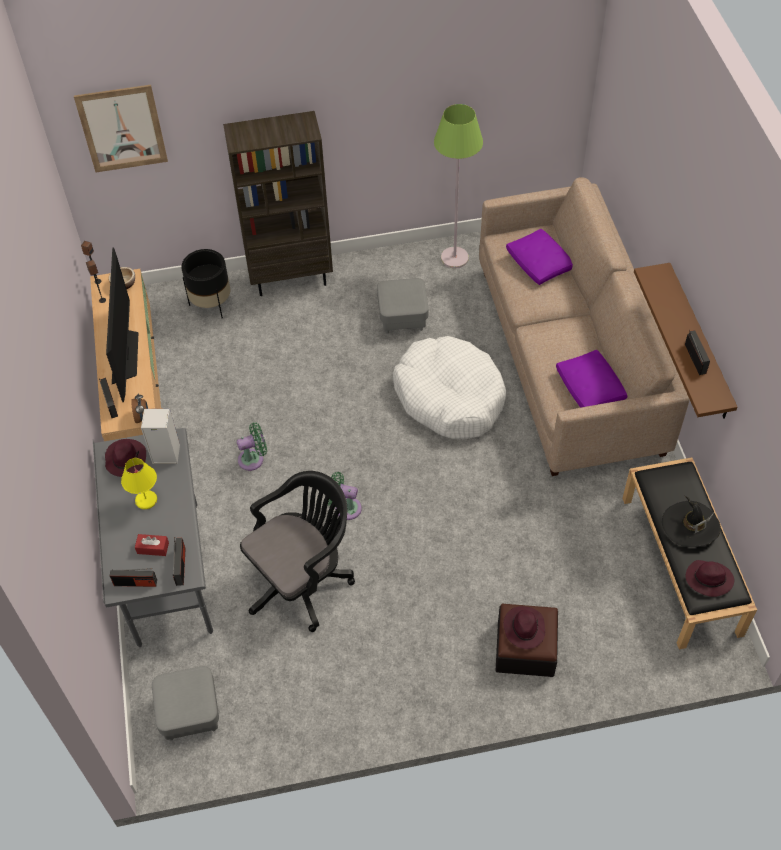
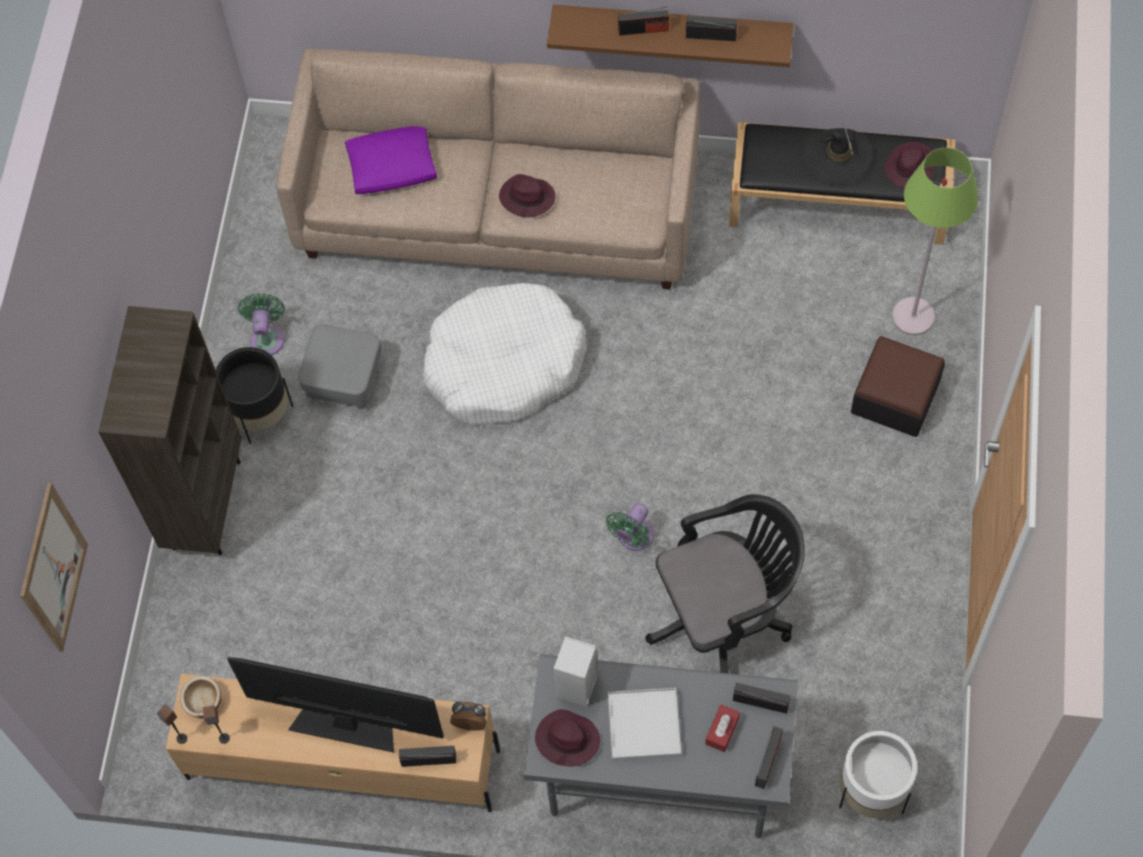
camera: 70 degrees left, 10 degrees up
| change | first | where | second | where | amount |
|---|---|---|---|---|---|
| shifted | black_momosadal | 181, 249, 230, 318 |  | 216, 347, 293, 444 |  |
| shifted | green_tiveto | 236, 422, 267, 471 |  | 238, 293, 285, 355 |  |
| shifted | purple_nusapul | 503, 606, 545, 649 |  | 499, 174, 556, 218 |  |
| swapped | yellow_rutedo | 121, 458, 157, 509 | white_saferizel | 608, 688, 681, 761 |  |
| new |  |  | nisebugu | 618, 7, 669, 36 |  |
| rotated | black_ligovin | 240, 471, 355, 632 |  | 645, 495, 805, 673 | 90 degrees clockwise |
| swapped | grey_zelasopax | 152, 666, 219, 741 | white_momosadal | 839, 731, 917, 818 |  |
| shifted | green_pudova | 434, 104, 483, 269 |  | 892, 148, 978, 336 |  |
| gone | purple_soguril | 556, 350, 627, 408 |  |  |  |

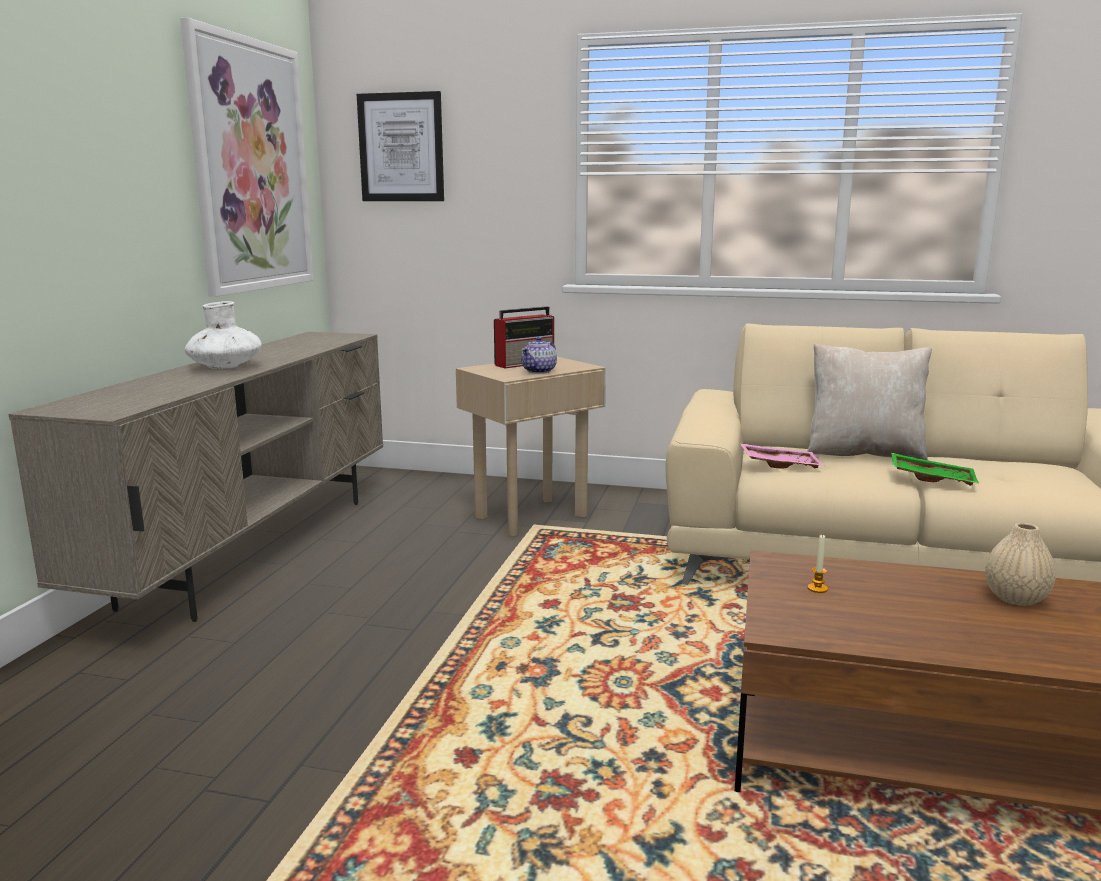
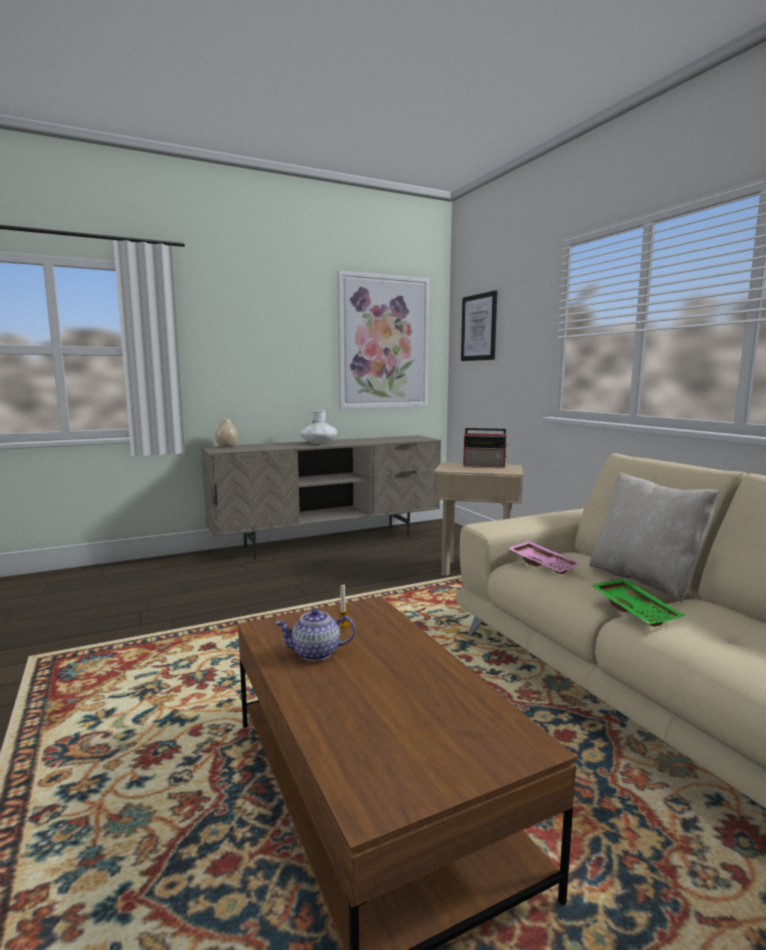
camera: 50 degrees right, 5 degrees down
| change | first | where | second | where | amount |
|---|---|---|---|---|---|
| shifted | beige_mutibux | 985, 523, 1056, 606 |  | 215, 419, 238, 447 |  |
| shifted | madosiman | 521, 337, 557, 374 |  | 275, 609, 355, 661 |  |

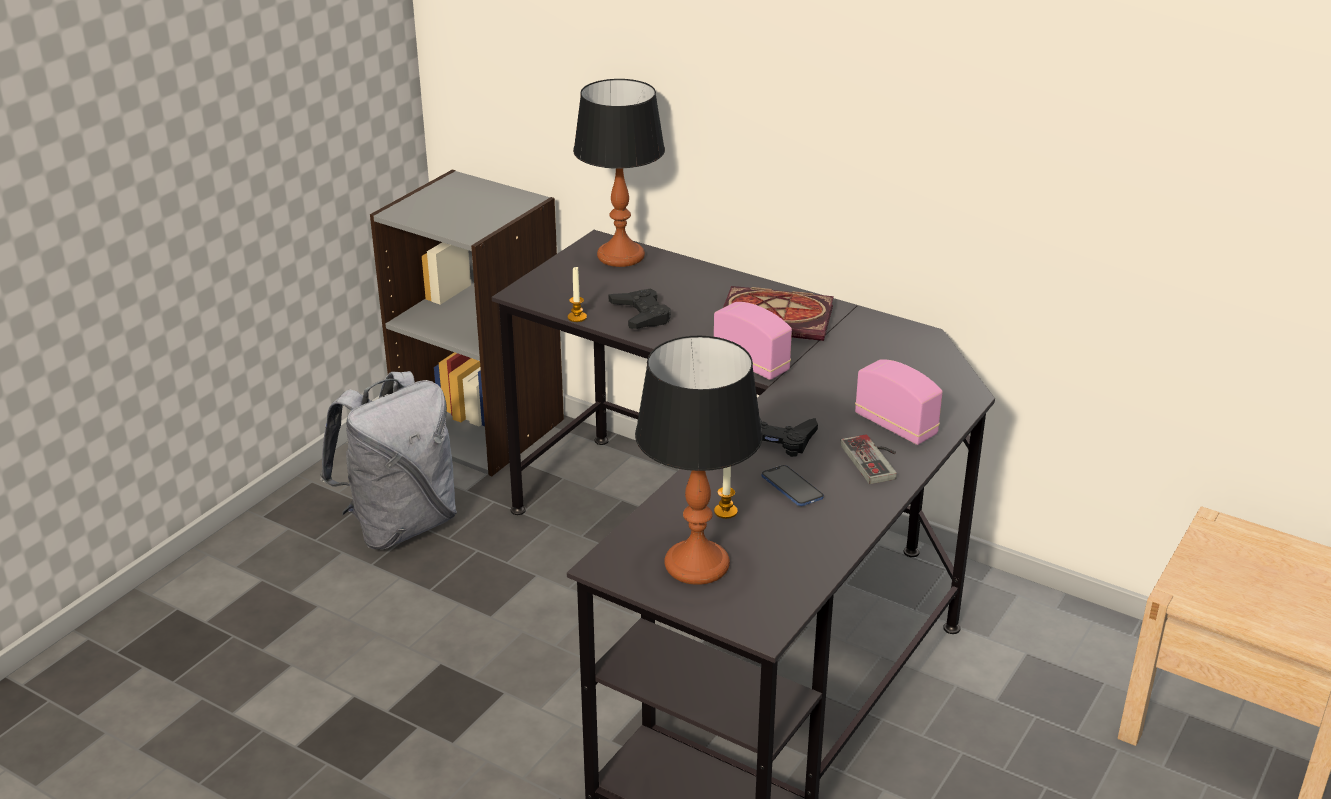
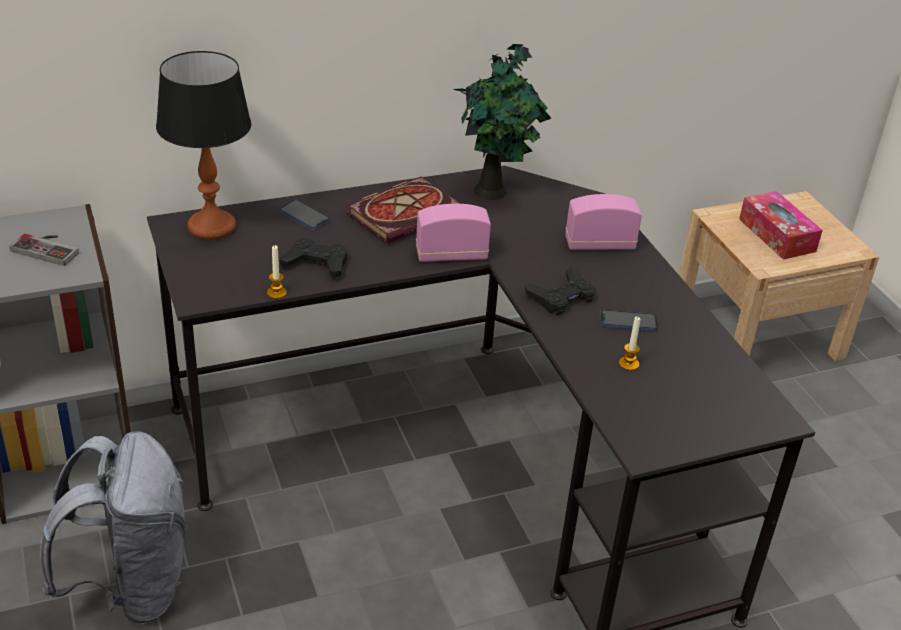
camera: 55 degrees left, 5 degrees up
| change | first | where | second | where | amount |
|---|---|---|---|---|---|
| shifted | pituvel | 840, 434, 897, 484 |  | 10, 234, 79, 266 |  |
| new |  |  | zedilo | 279, 199, 330, 230 |  |
| new |  |  | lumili | 453, 44, 551, 200 |  |
| new |  |  | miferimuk | 739, 191, 823, 259 |  |
| gone | rutedo | 635, 336, 763, 585 |  |  |  |

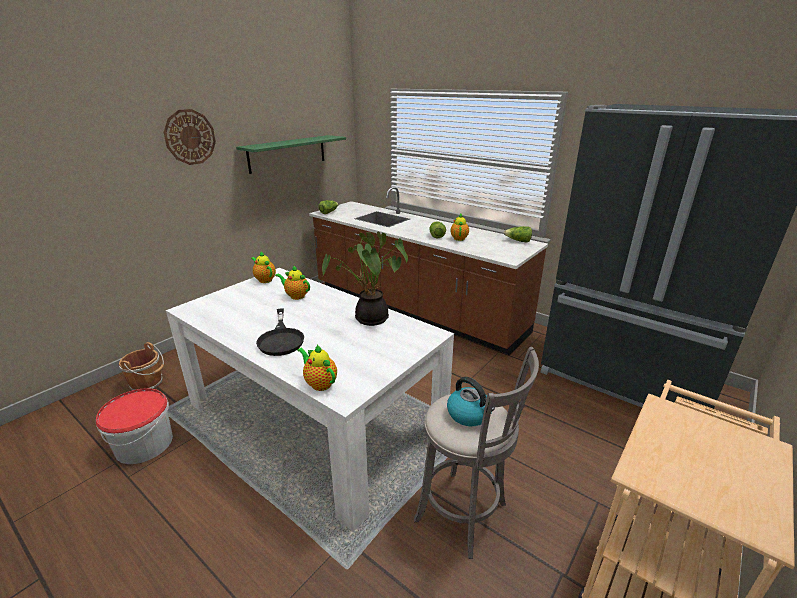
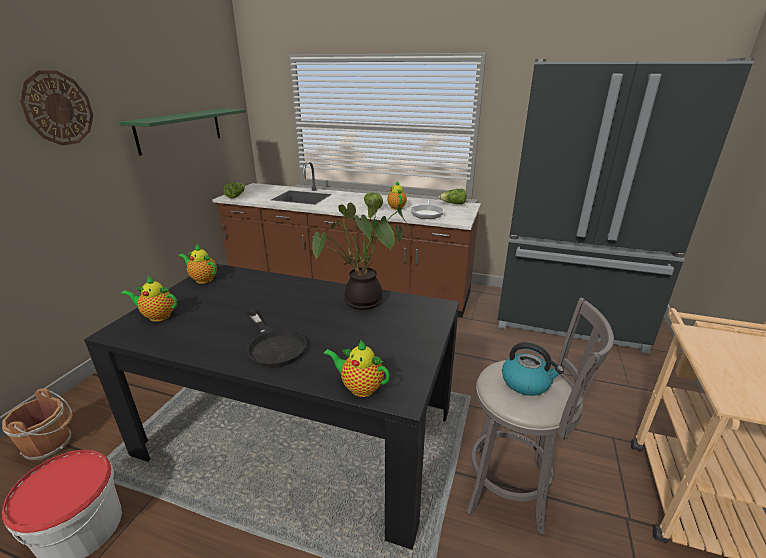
camera: 20 degrees left, 0 degrees up
| change | first | where | second | where | amount |
|---|---|---|---|---|---|
| repainted | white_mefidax | 166, 268, 454, 532 | black_mefidax | 84, 264, 459, 550 |  |
| shifted | madosiman | 275, 265, 310, 300 |  | 121, 276, 177, 322 |  |
| new |  |  | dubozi | 411, 200, 444, 219 |  |

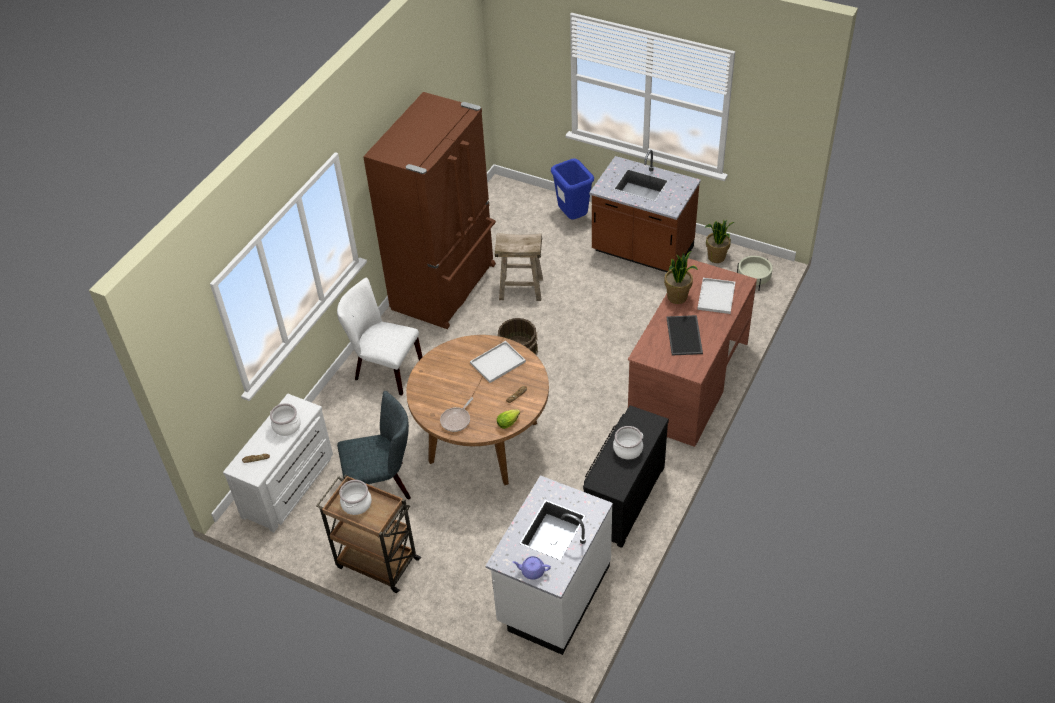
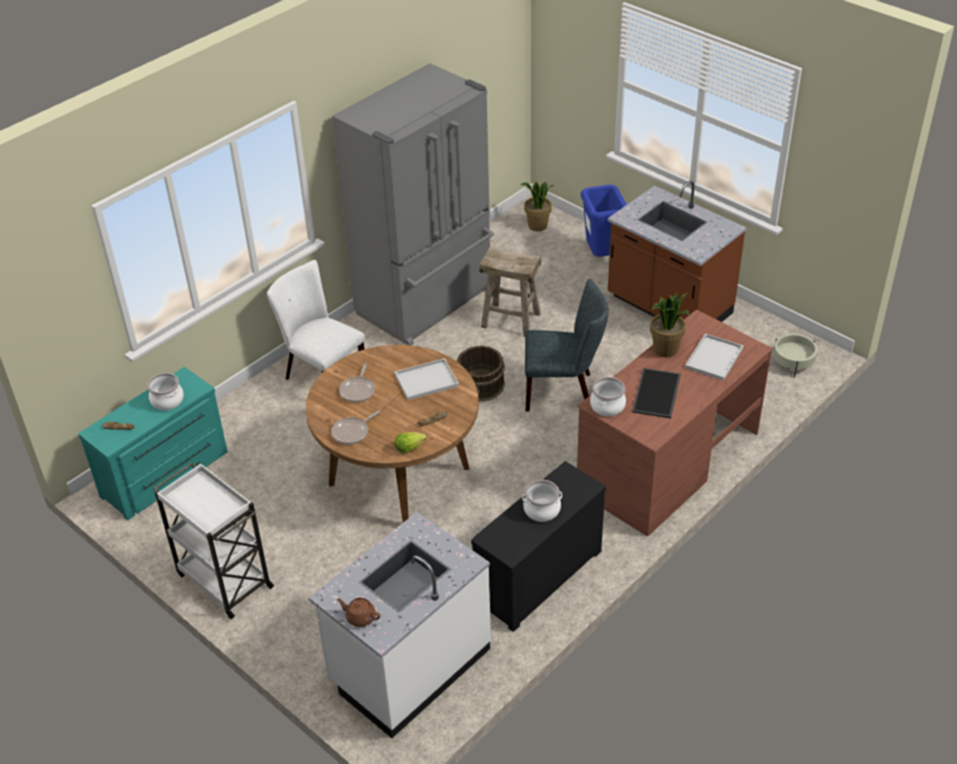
camera: 15 degrees right, 5 degrees down
| change | first | where | second | where | amount |
|---|---|---|---|---|---|
| repainted | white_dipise | 223, 394, 333, 532 | turquoise_dipise | 78, 367, 228, 521 |  |
| repainted | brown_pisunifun | 316, 475, 422, 593 | white_pisunifun | 153, 462, 274, 619 |  |
| repainted | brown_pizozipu | 363, 92, 496, 329 | grey_pizozipu | 332, 63, 494, 345 |  |
| repainted | purple_madosiman | 513, 556, 551, 580 | brown_madosiman | 337, 598, 380, 627 |  |
| new |  |  | dubozi | 339, 363, 375, 402 |  |
| shifted | lumili | 705, 220, 734, 263 |  | 521, 181, 554, 232 |  |
| shifted | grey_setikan | 337, 391, 411, 500 |  | 525, 279, 609, 412 |  |
| shifted | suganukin | 339, 480, 372, 515 |  | 590, 377, 626, 416 |  |

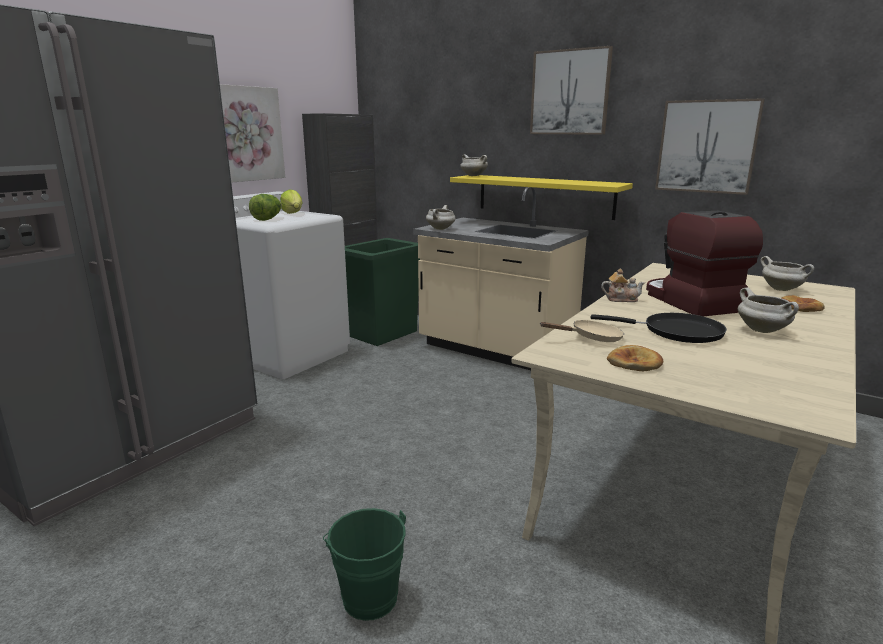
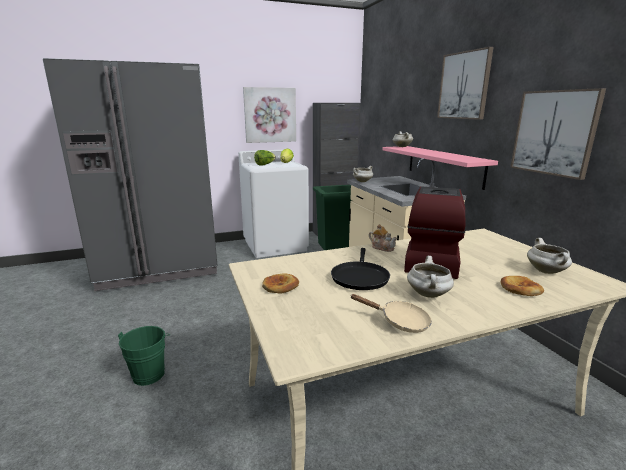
camera: 35 degrees right, 0 degrees up
| change | first | where | second | where | amount |
|---|---|---|---|---|---|
| rotated | black_dubozi | 590, 313, 727, 343 |  | 331, 248, 390, 290 | 45 degrees clockwise |
| shifted | beige_dubozi | 541, 320, 624, 342 |  | 350, 294, 432, 333 |  |
| repainted | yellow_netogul | 450, 175, 633, 220 | pink_netogul | 382, 146, 498, 190 |  |

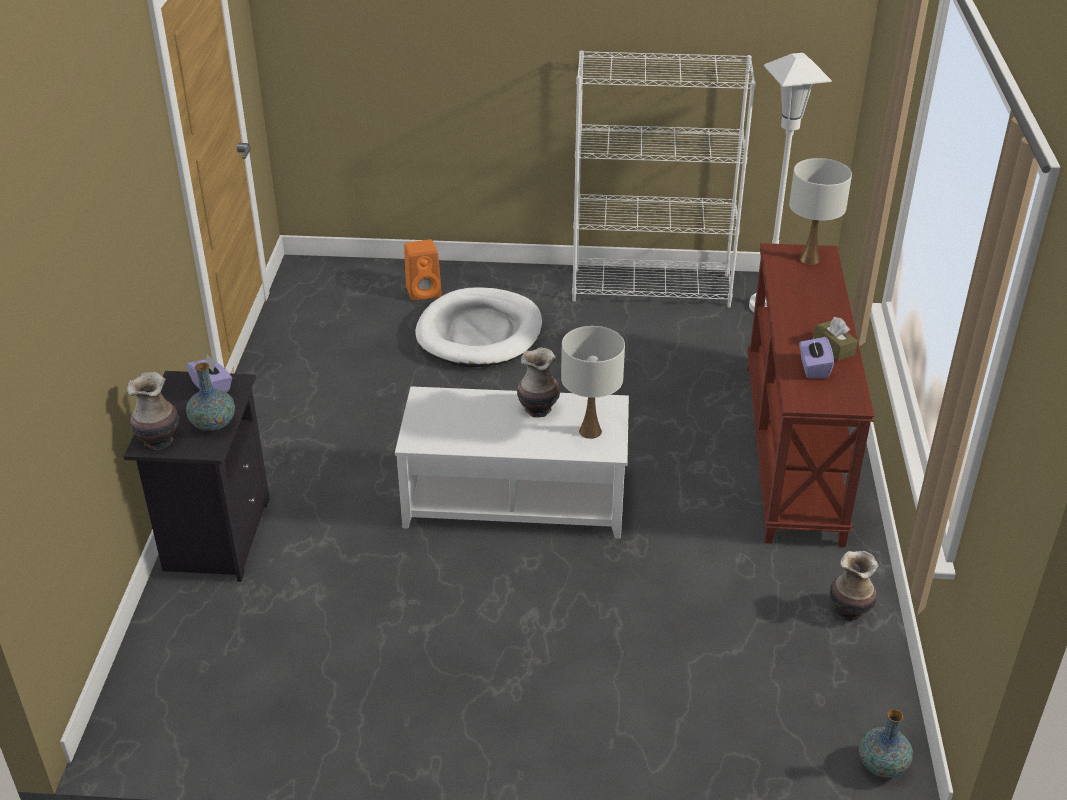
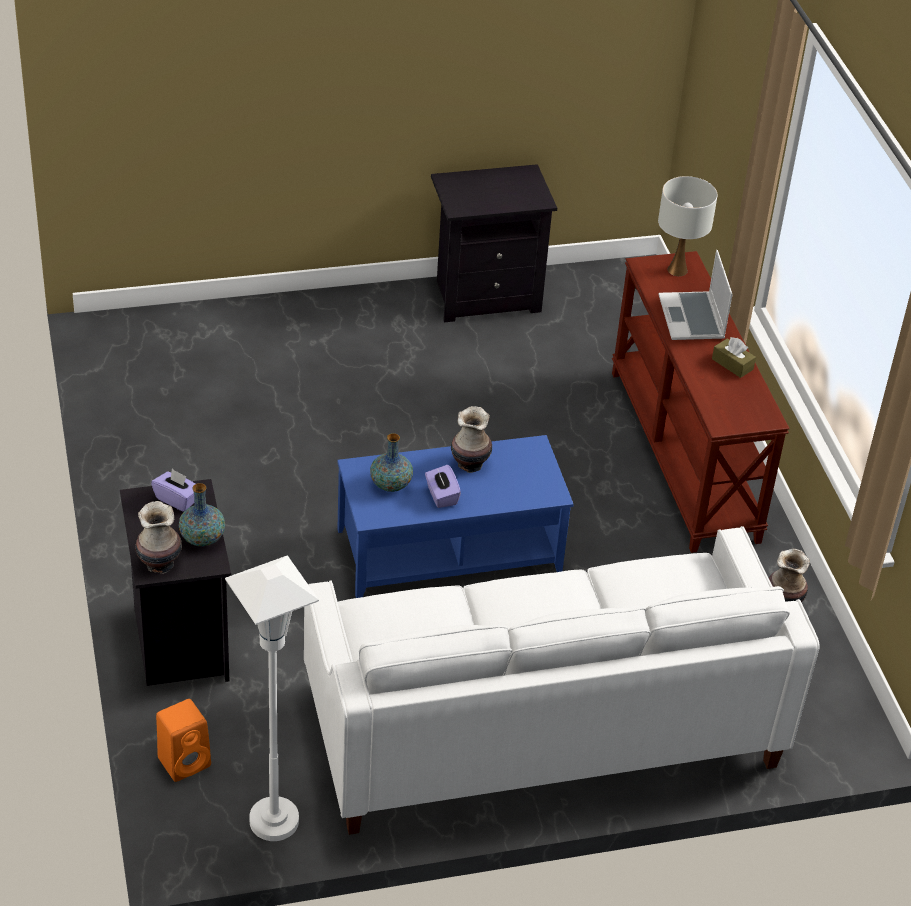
camera: 20 degrees left, 5 degrees up
| change | first | where | second | where | amount |
|---|---|---|---|---|---|
| shifted | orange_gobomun | 404, 239, 442, 301 |  | 156, 699, 211, 782 |  |
| shifted | white_pudova | 749, 53, 832, 312 |  | 225, 555, 319, 841 |  |
| new |  |  | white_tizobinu | 304, 526, 820, 835 |  |
| repainted | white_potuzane | 395, 386, 629, 539 | blue_potuzane | 337, 435, 574, 598 |  |
| shifted | mutibux | 859, 709, 913, 778 |  | 370, 433, 413, 492 |  |
| shifted | purple_miferimuk | 799, 337, 834, 378 |  | 425, 465, 461, 508 |  |
| swapped | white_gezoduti | 572, 50, 756, 308 | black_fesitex | 431, 164, 557, 322 |  |
| new |  |  | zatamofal | 659, 250, 733, 340 |  |
| gone | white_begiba | 415, 287, 542, 367 |  |  |  |
| gone | white_rutedo | 561, 326, 625, 439 |  |  |  |

